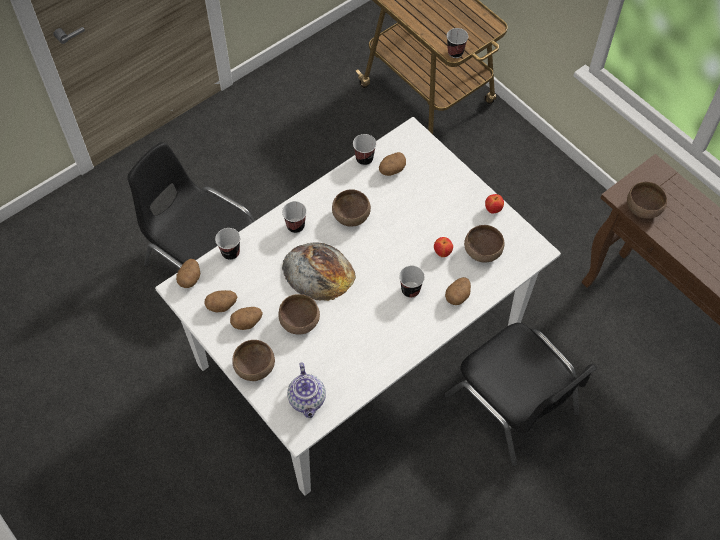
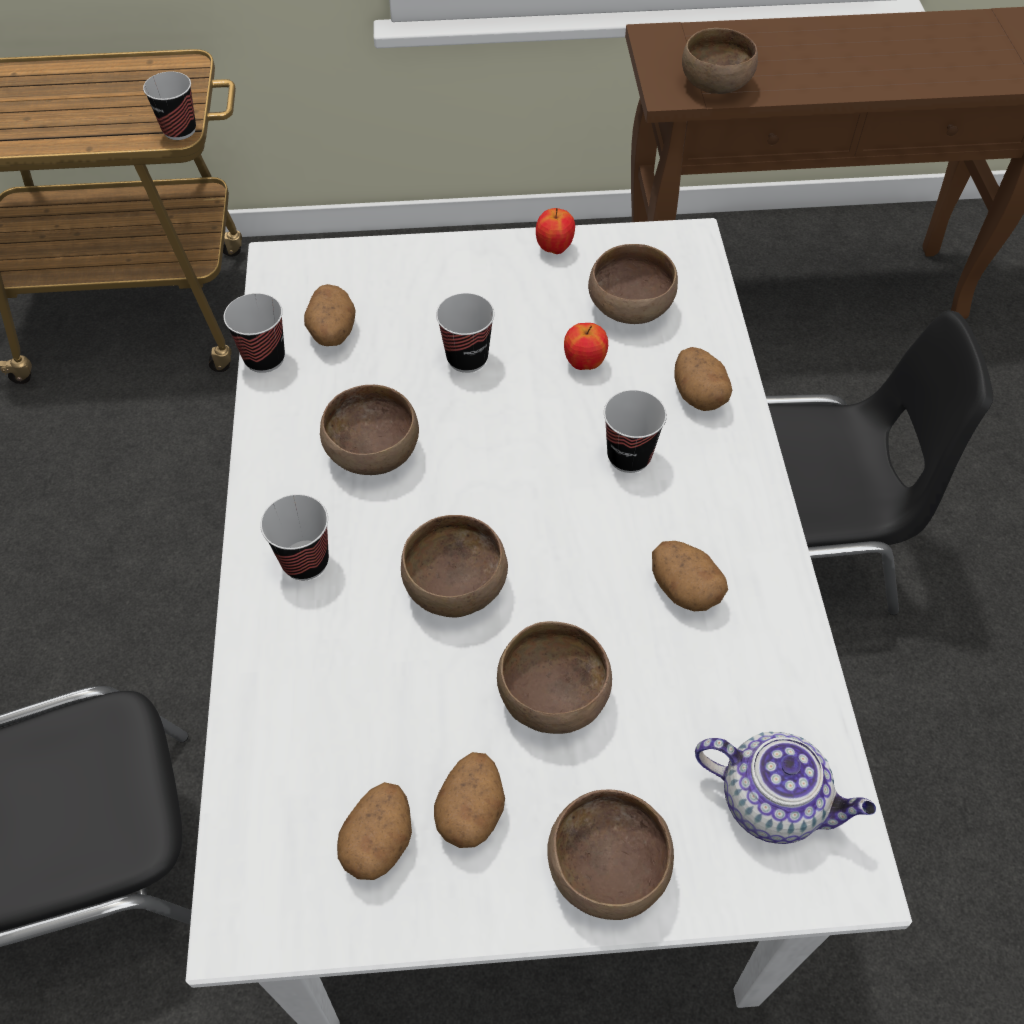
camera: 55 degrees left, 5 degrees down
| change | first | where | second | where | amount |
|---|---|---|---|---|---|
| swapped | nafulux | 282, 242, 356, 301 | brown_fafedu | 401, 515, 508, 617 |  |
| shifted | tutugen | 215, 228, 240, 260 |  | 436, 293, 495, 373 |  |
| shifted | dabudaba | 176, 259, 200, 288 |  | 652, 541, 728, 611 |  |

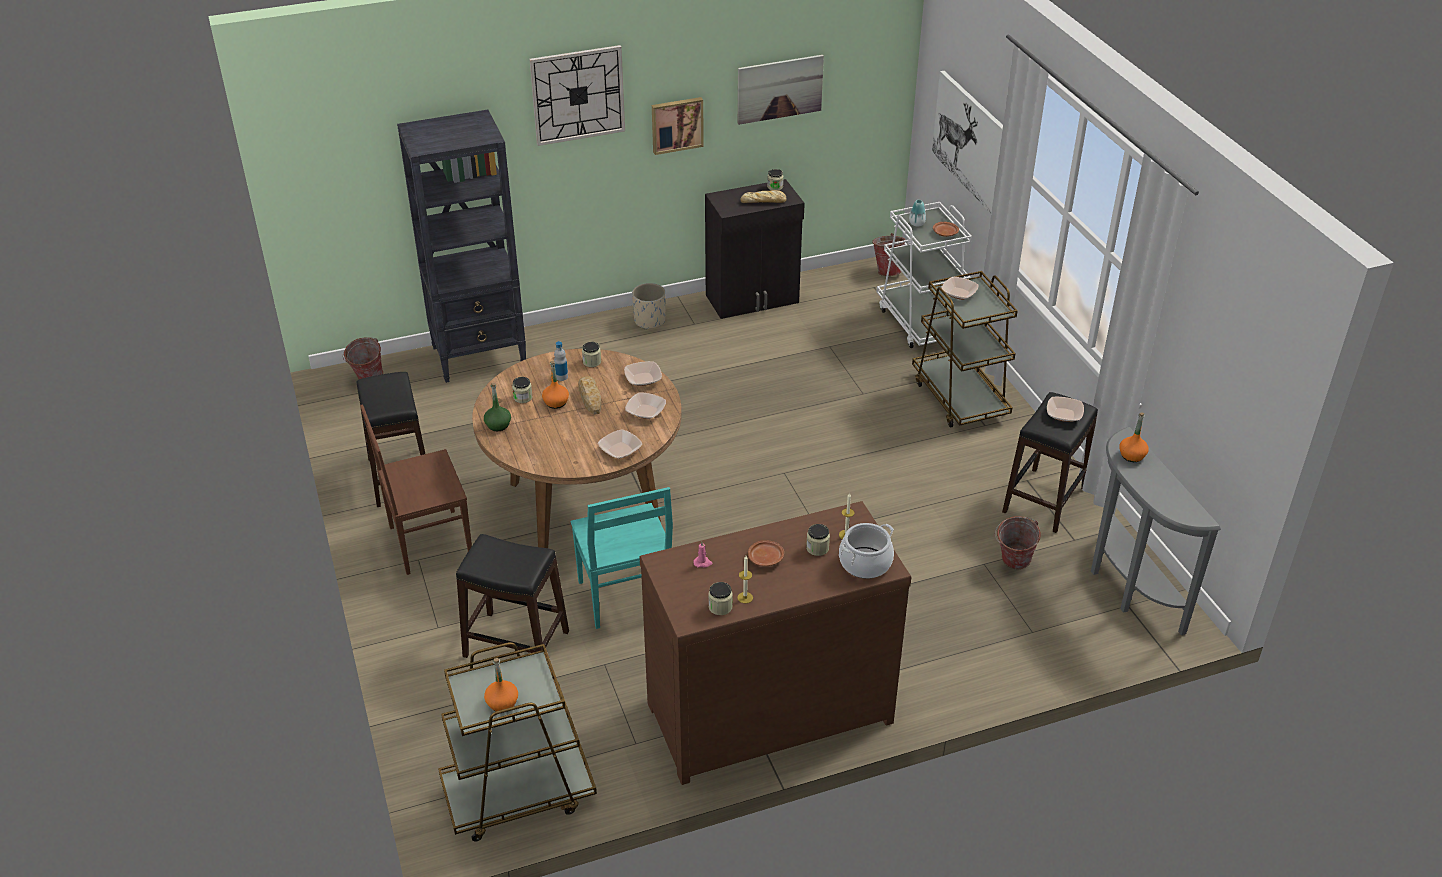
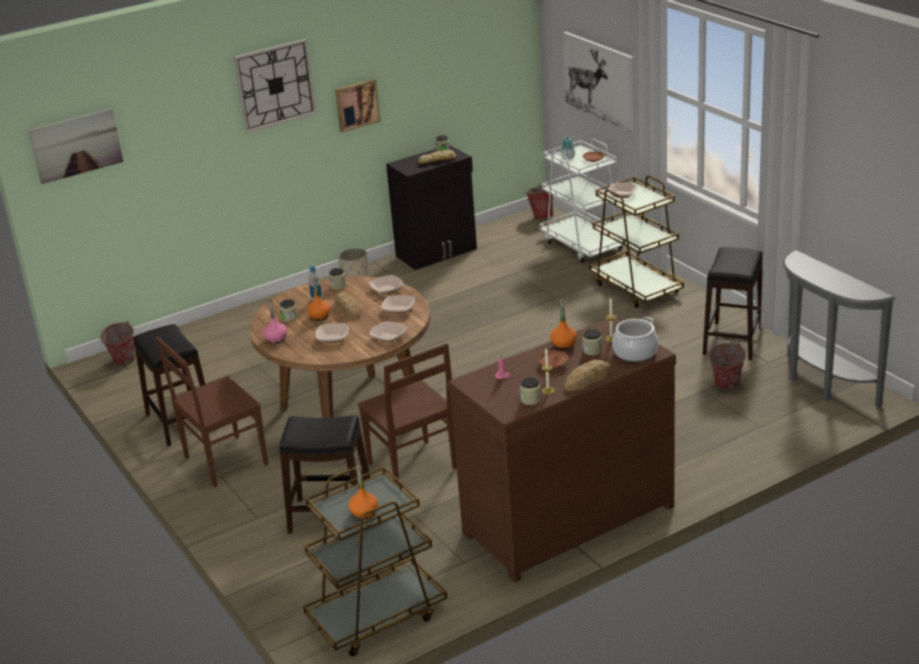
camera: 10 degrees left, 10 degrees down
| change | first | where | second | where | amount |
|---|---|---|---|---|---|
| shifted | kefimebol | 738, 55, 824, 125 |  | 28, 108, 123, 184 |  |
| repainted | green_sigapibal | 484, 383, 511, 431 | pink_sigapibal | 263, 299, 287, 343 |  |
| shifted | fafedu | 1047, 397, 1084, 422 |  | 315, 323, 349, 343 |  |
| repainted | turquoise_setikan | 571, 487, 673, 629 | brown_setikan | 358, 343, 457, 485 |  |
| shifted | orange_sigapibal | 1119, 413, 1149, 462 |  | 550, 299, 577, 349 |  |
| new |  |  | nafulux | 565, 360, 611, 391 |  |
| gone | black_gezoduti | 397, 110, 526, 383 |  |  |  |

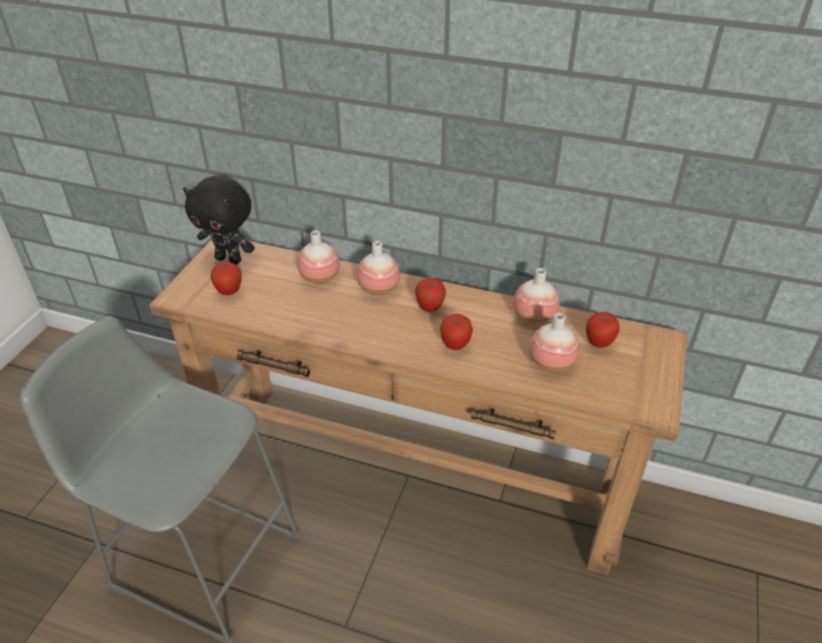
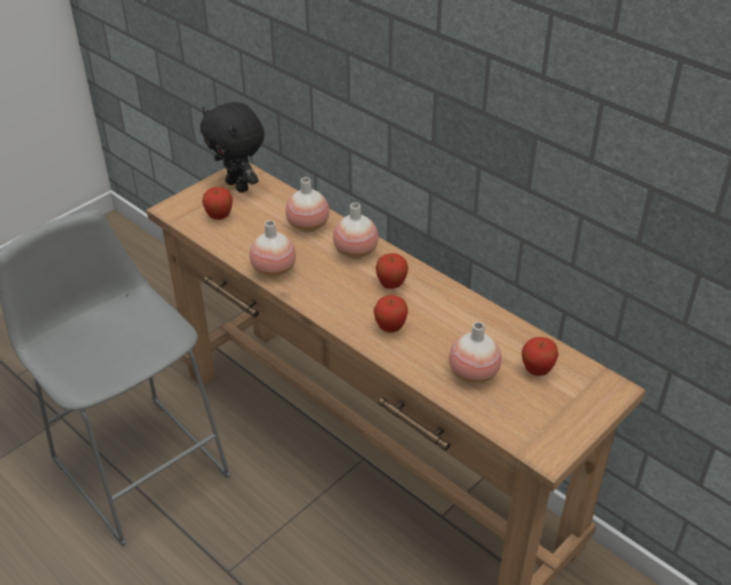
camera: 25 degrees right, 0 degrees up
| change | first | where | second | where | amount |
|---|---|---|---|---|---|
| shifted | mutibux | 513, 268, 560, 324 |  | 249, 220, 296, 277 |  |

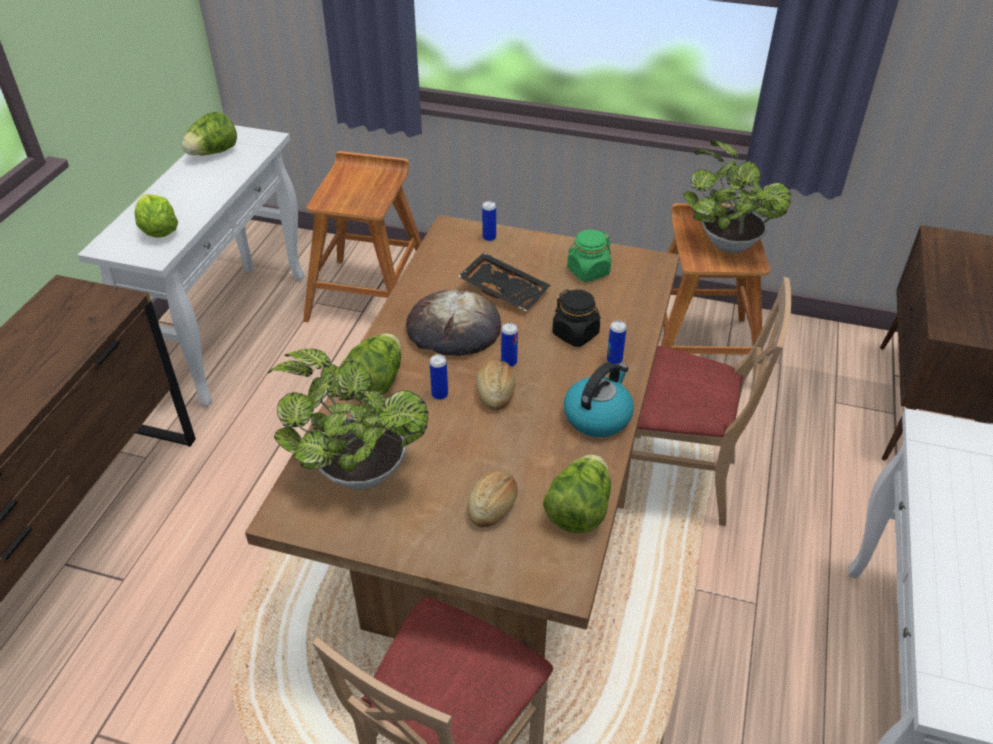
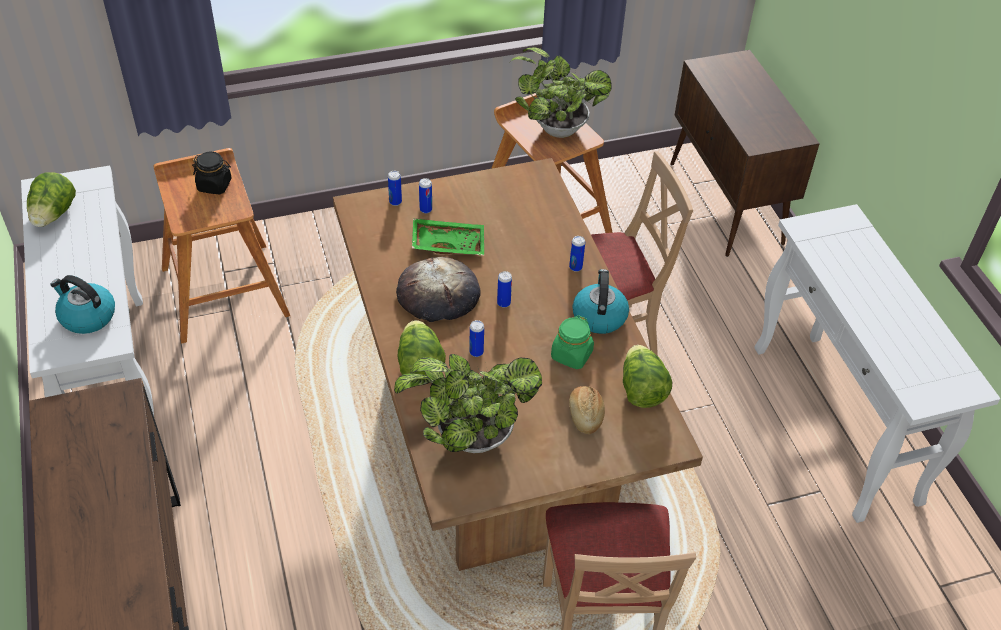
camera: 35 degrees left, 5 degrees up
| change | first | where | second | where | amount |
|---|---|---|---|---|---|
| swapped | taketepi | 134, 194, 178, 238 | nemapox | 50, 275, 115, 334 |  |
| shifted | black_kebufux | 552, 289, 600, 347 |  | 192, 151, 231, 194 |  |
| repainted | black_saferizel | 458, 252, 551, 312 | green_saferizel | 412, 218, 484, 256 |  |
| new |  |  | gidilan | 419, 178, 432, 213 |  |
| shifted | green_kebufux | 567, 229, 611, 282 |  | 551, 315, 594, 369 |  |
| gone | nafulux | 477, 360, 516, 411 |  |  |  |

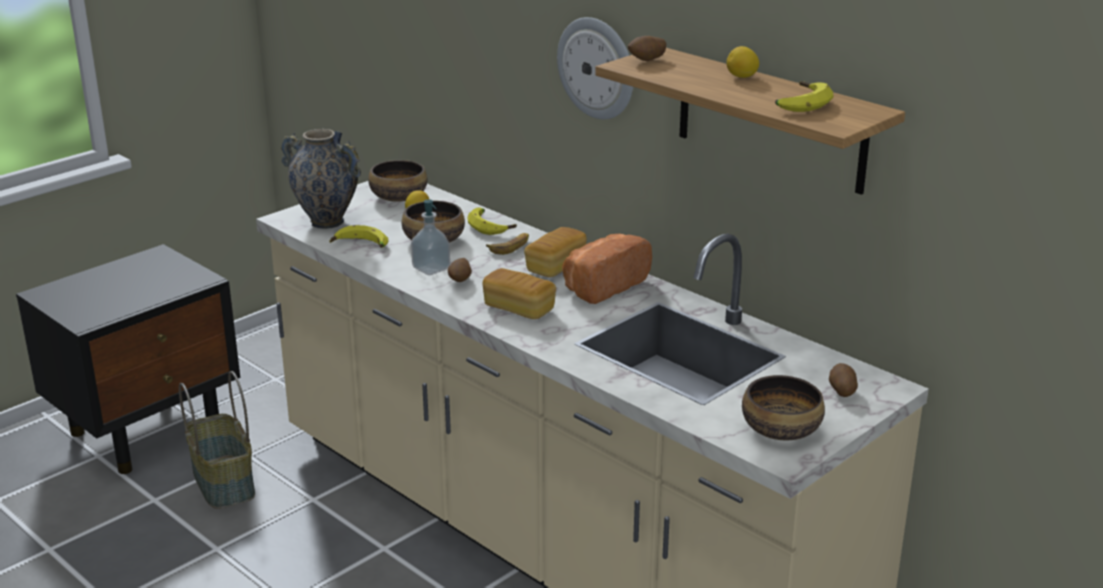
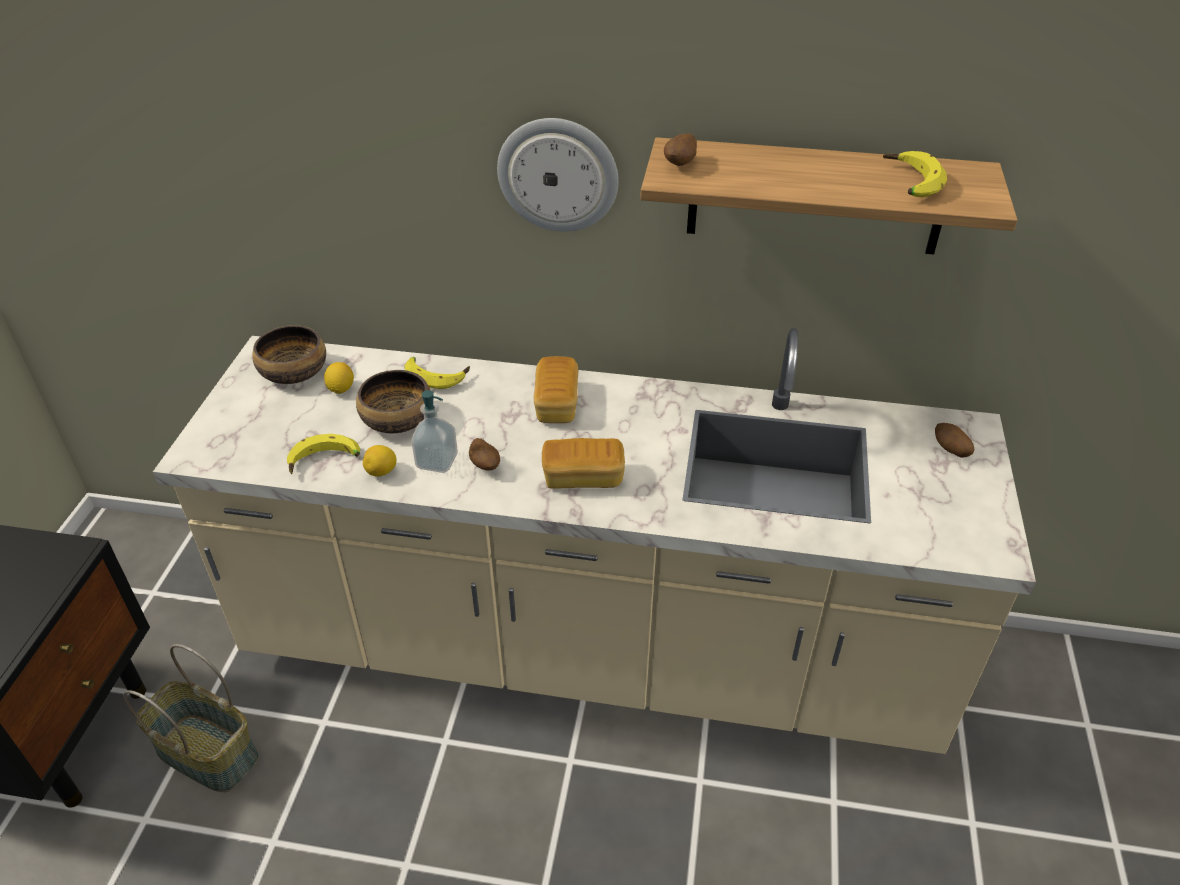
camera: 35 degrees left, 15 degrees up
| change | first | where | second | where | amount |
|---|---|---|---|---|---|
| shifted | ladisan | 726, 46, 759, 78 |  | 363, 445, 397, 477 |  |
| gone | mutibux | 281, 129, 361, 229 |  |  |  |
| gone | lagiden | 486, 233, 529, 255 |  |  |  |
| gone | nafulux | 562, 234, 652, 304 |  |  |  |
| gone | fafedu | 742, 375, 825, 440 |  |  |  |

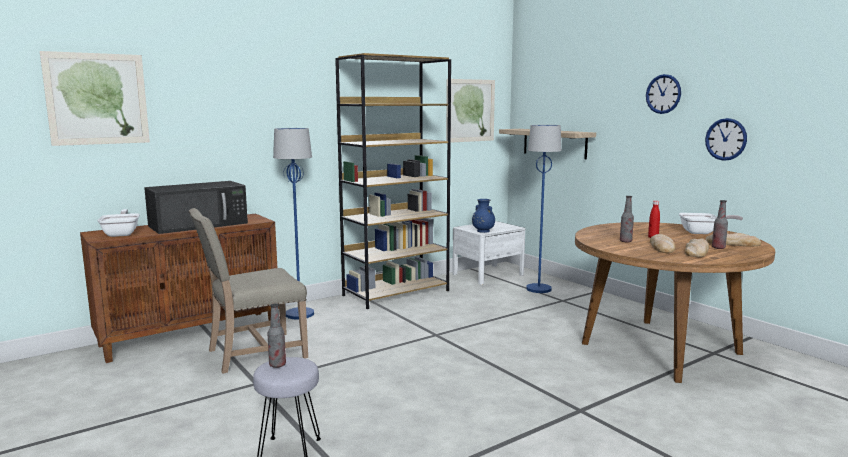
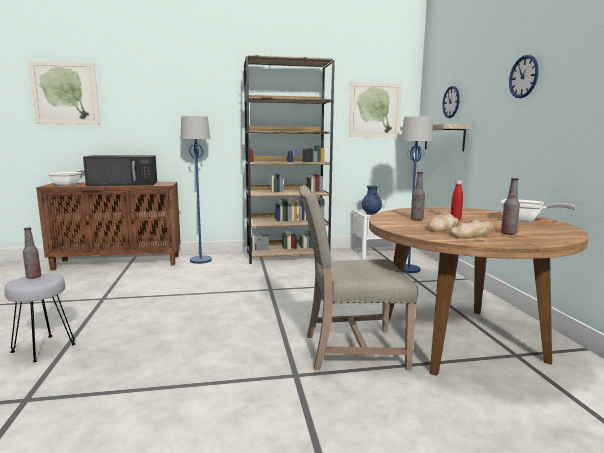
camera: 25 degrees right, 0 degrees up
| change | first | where | second | where | amount |
|---|---|---|---|---|---|
| shifted | beige_setikan | 189, 208, 308, 374 |  | 299, 185, 419, 370 |  |
| shifted | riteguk | 705, 118, 747, 161 |  | 442, 86, 460, 118 |  |
| gone | nafulux | 706, 233, 761, 247 |  |  |  |

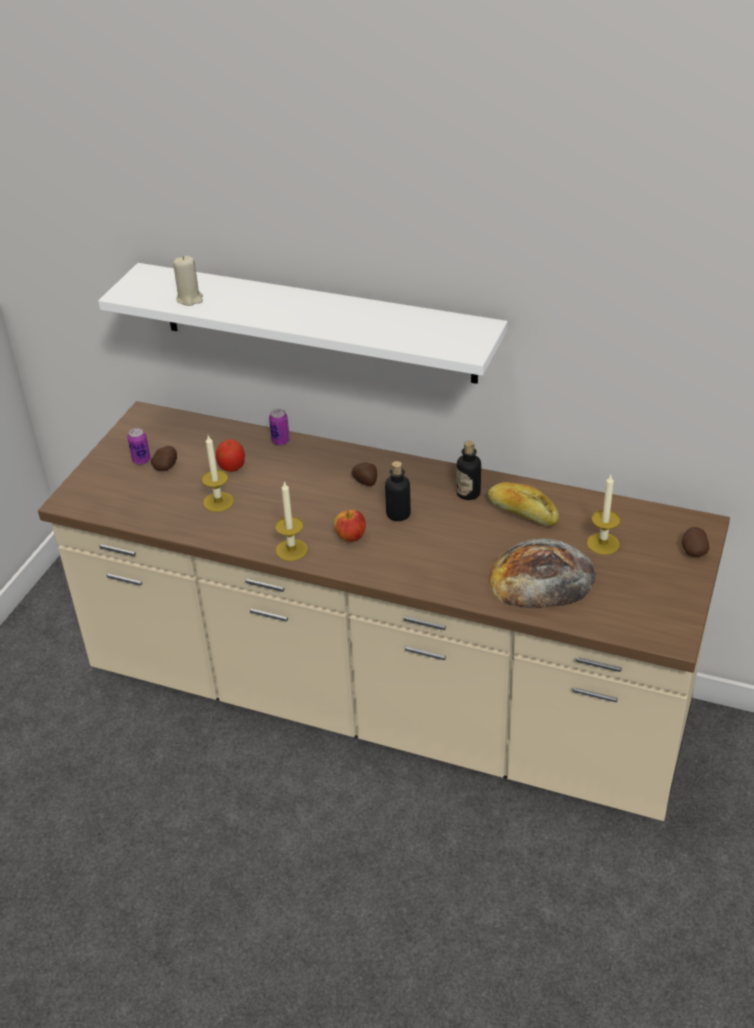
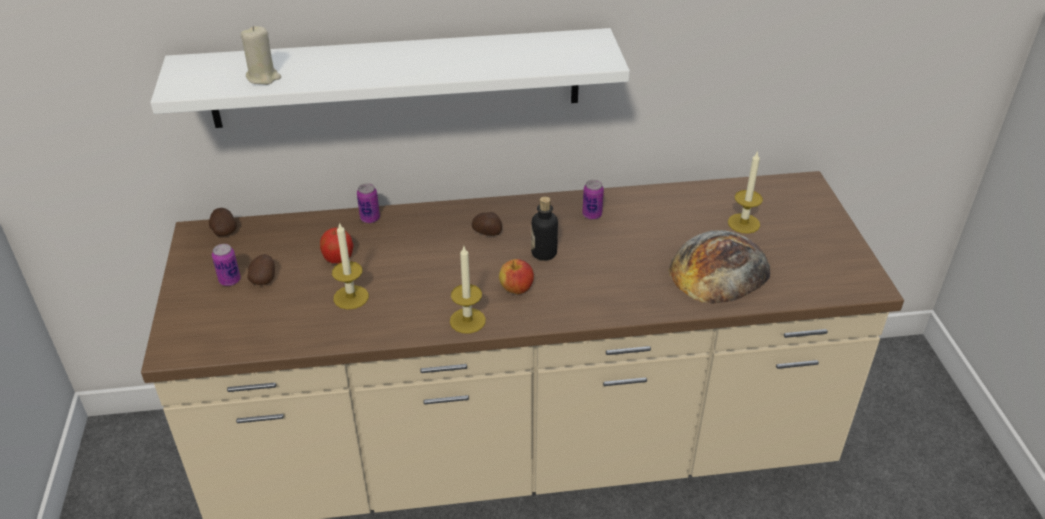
camera: 30 degrees left, 0 degrees up
| change | first | where | second | where | amount |
|---|---|---|---|---|---|
| shifted | dabudaba | 682, 527, 709, 557 |  | 209, 208, 237, 236 |  |
| swapped | sigapibal | 456, 441, 481, 500 | gidilan | 582, 180, 604, 220 |  |
| gone | nafulux | 488, 482, 559, 526 |  |  |  |

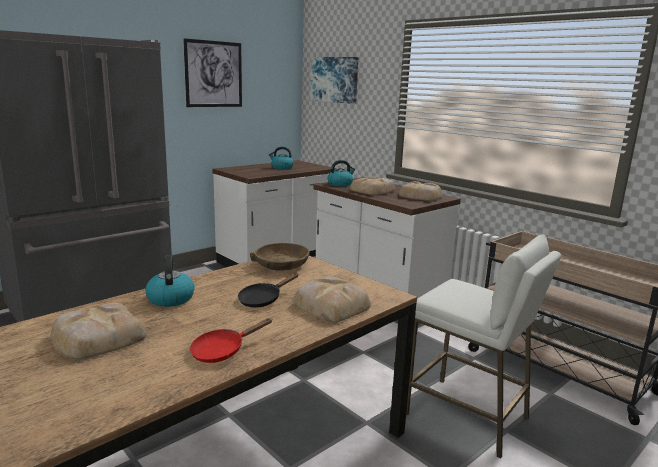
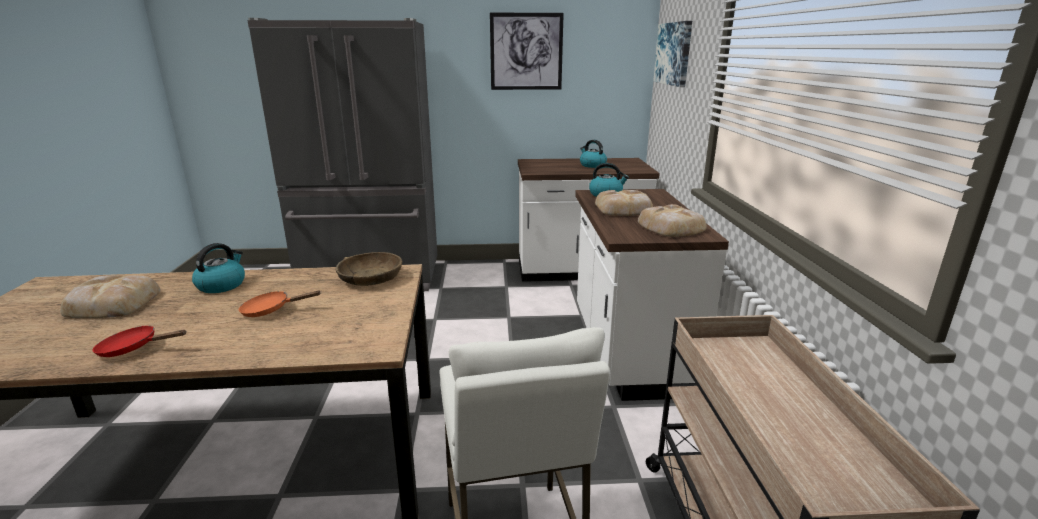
camera: 40 degrees right, 5 degrees up
| change | first | where | second | where | amount |
|---|---|---|---|---|---|
| repainted | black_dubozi | 238, 273, 298, 308 | orange_dubozi | 239, 291, 321, 317 |  |
| gone | nafulux | 293, 276, 371, 322 |  |  |  |

